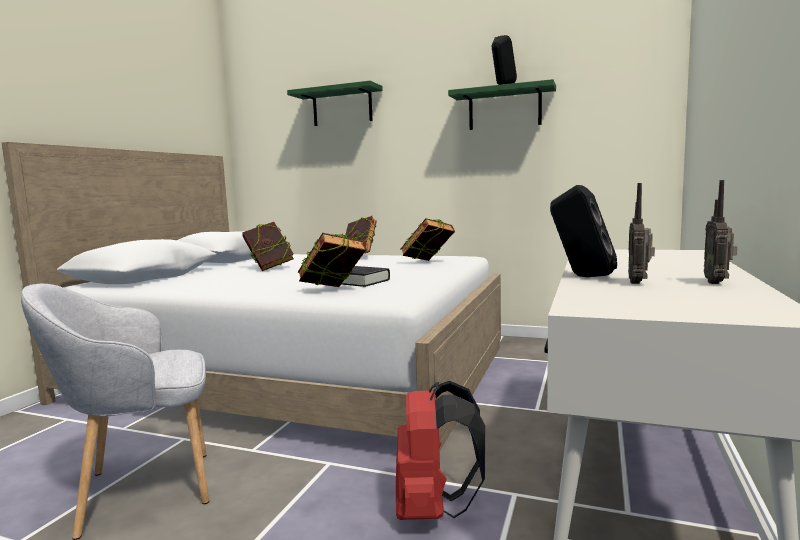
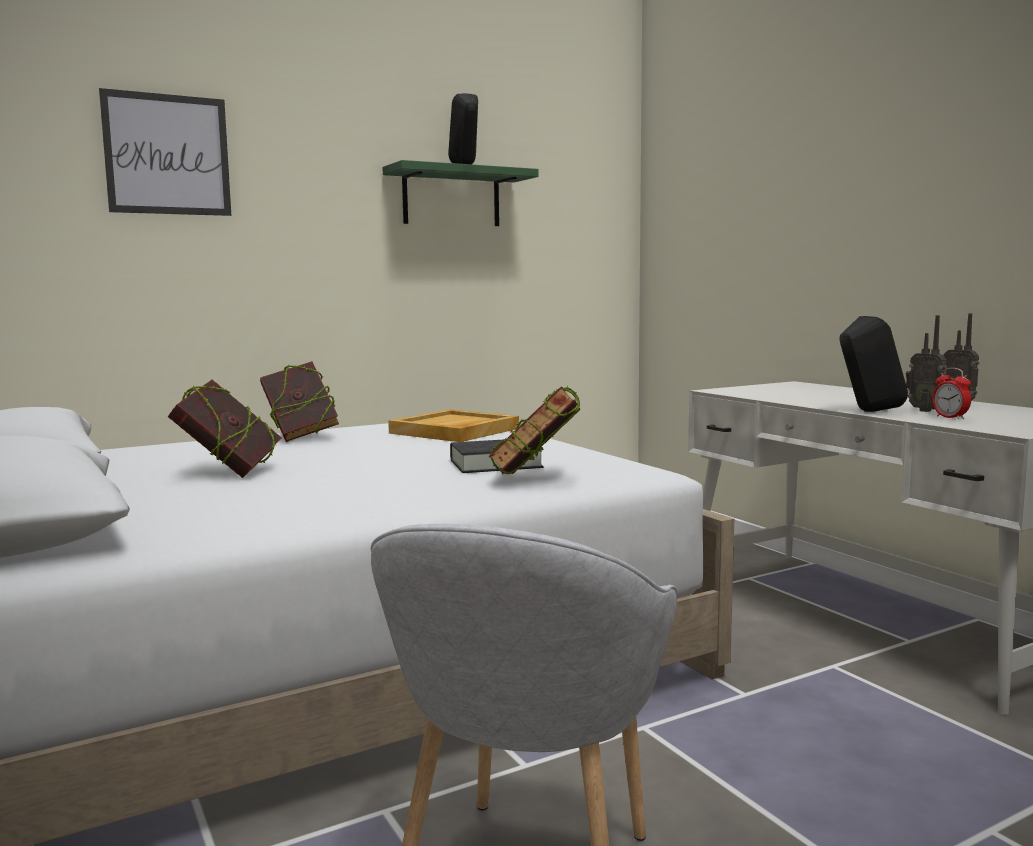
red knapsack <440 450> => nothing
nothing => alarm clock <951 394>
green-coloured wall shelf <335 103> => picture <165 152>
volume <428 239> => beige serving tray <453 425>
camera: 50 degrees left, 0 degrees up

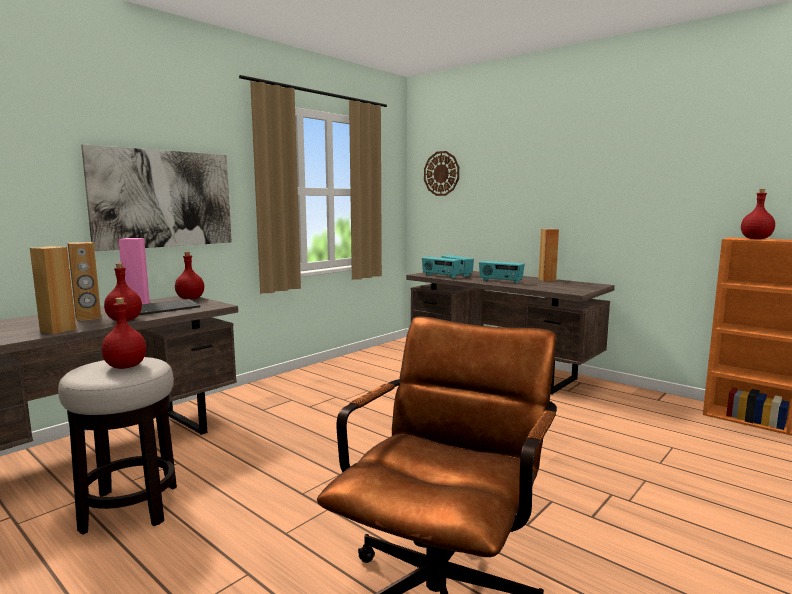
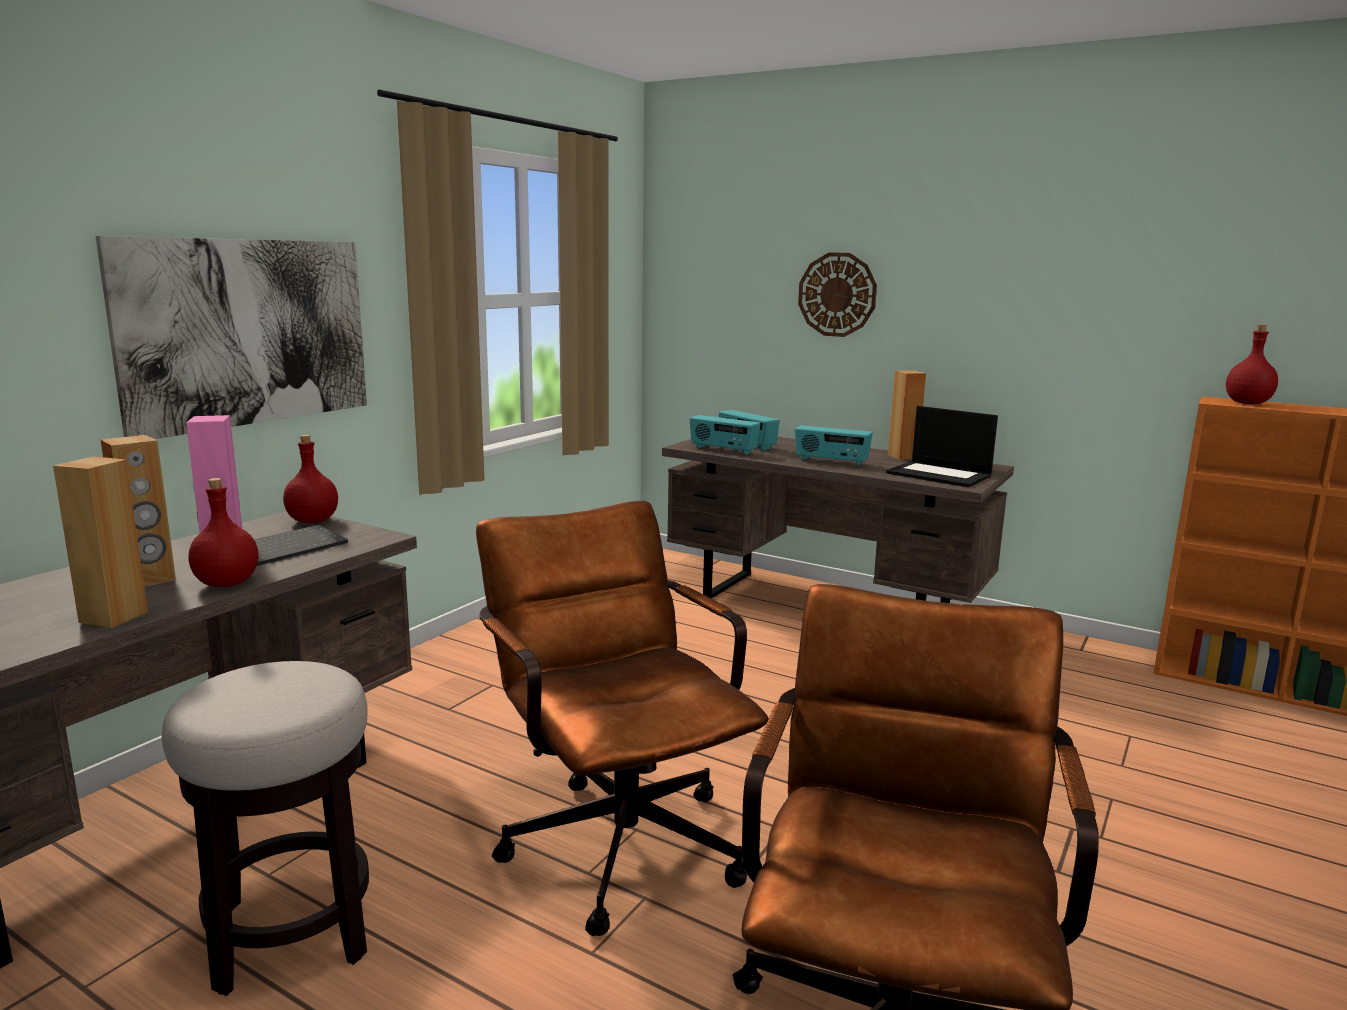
red bottle <123 333> => nothing
nothing => brown office chair <622 718>
nothing => laptop <942 446>
wall clock <441 173> => wall clock <837 294>, move
camera: 10 degrees left, 5 degrees up

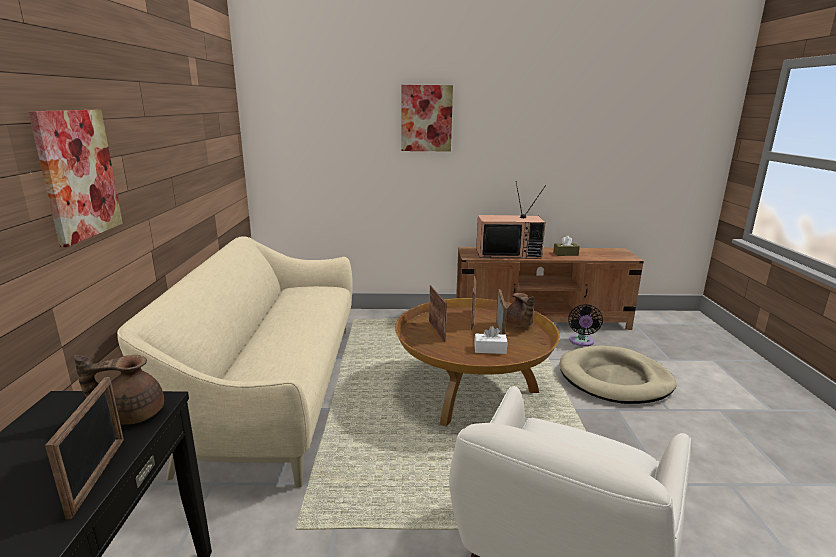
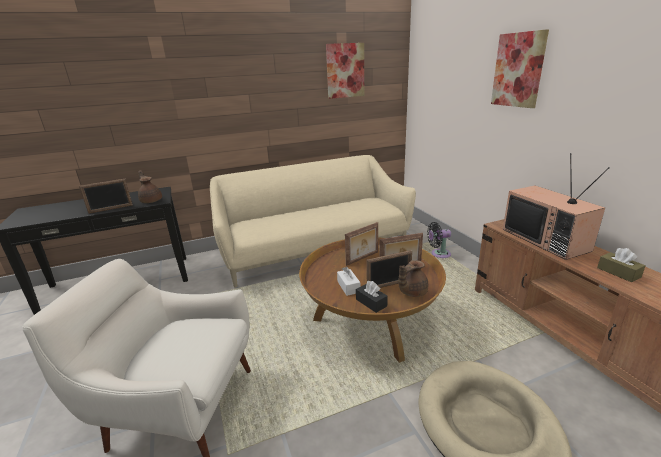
nothing => black tissue holder <372 297>
picture <75 178> => picture <345 71>, move
black fan <585 325> => black fan <439 240>, move
camera: 70 degrees right, 5 degrees up

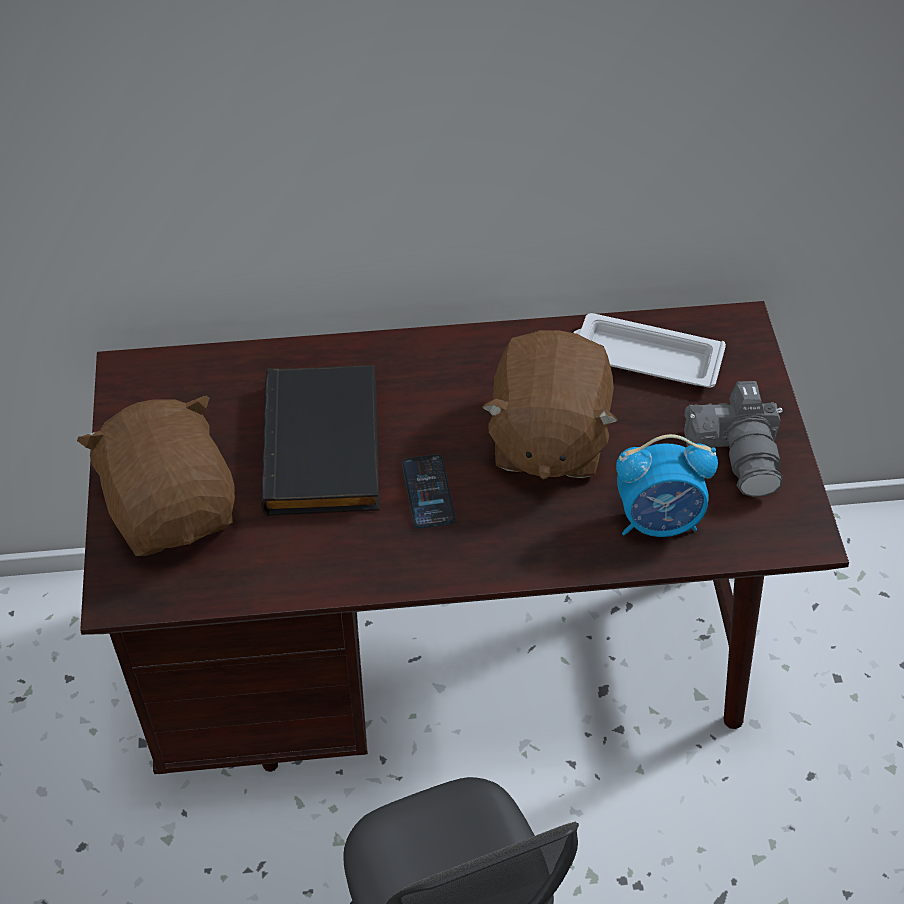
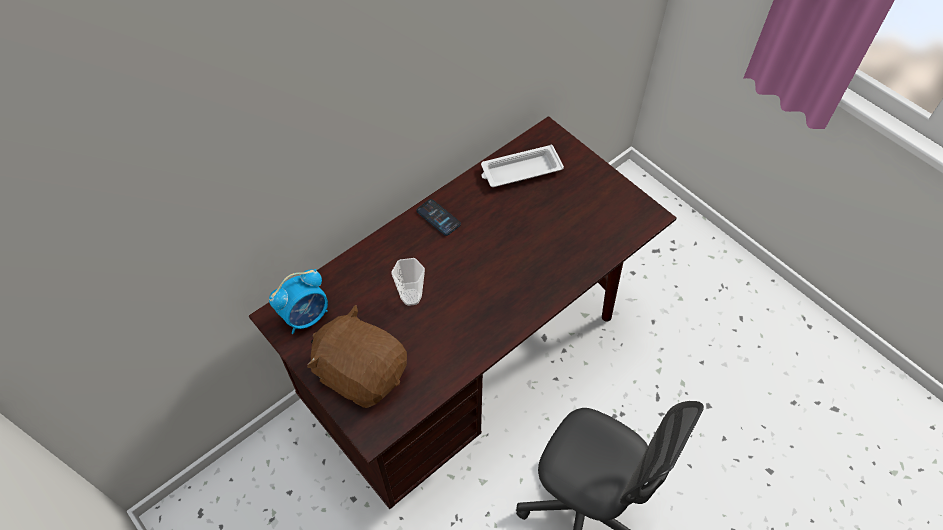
brown cuddly toy <550 404> => nothing
still camera <733 439> => nothing
phone <428 491> => phone <439 217>, move
alarm clock <667 485> => alarm clock <298 301>, move
black volume <320 440> => small cup <408 282>
camera: 35 degrees left, 5 degrees up

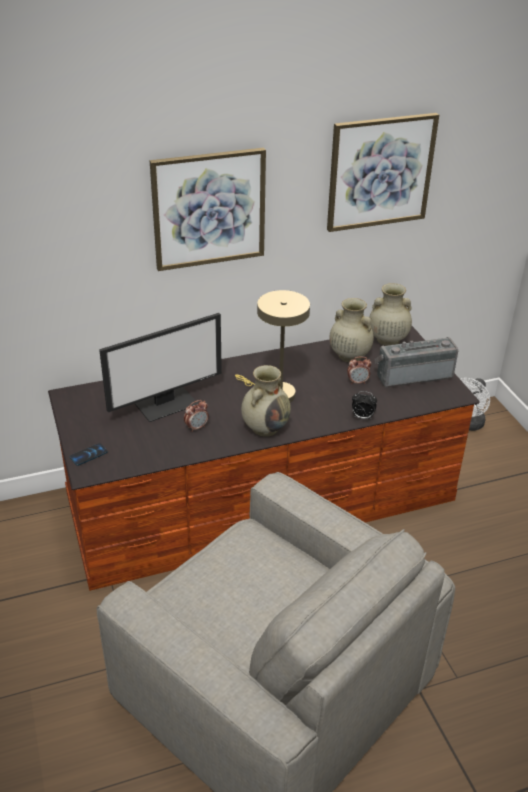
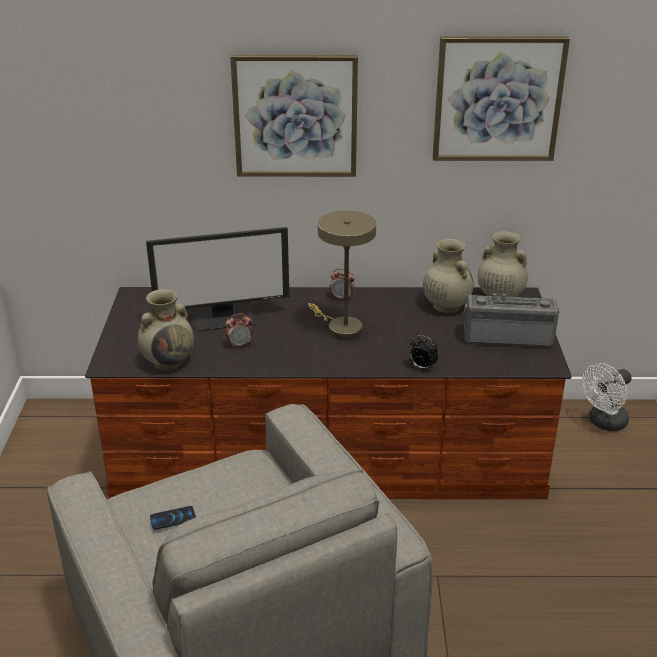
phone <89 454> => phone <173 518>, move
beige flower vase <266 401> => beige flower vase <166 329>, move
alarm clock <359 370> => alarm clock <342 284>, move
camera: 20 degrees right, 5 degrees down

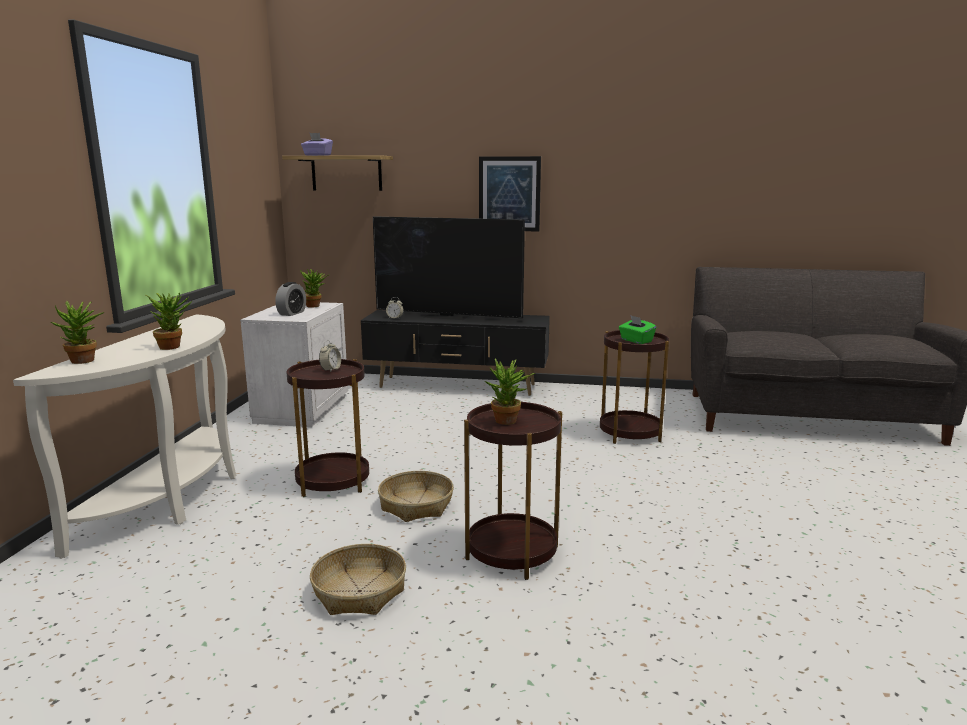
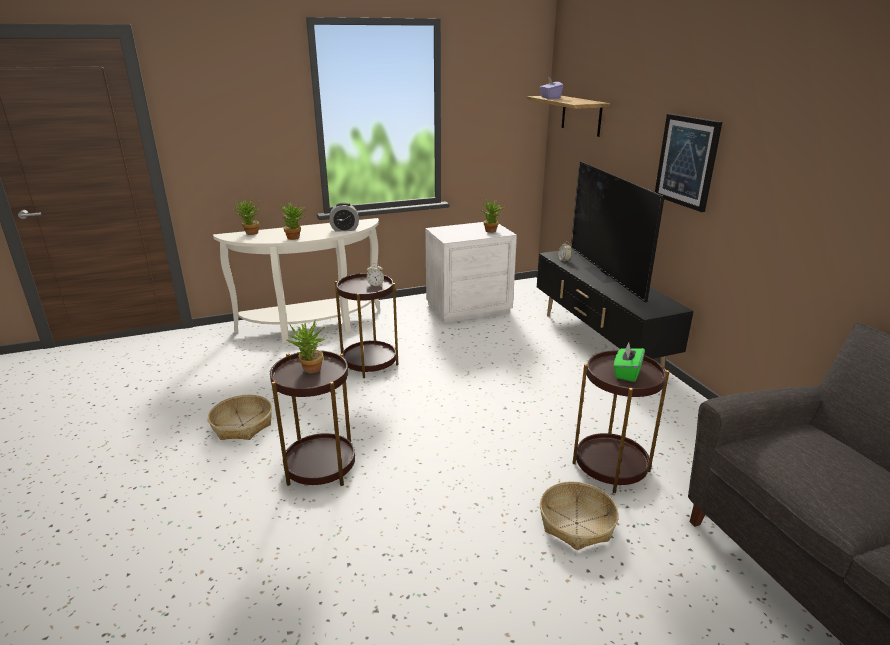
alarm clock <290 299> => alarm clock <344 217>, move
basket <416 496> => basket <579 515>, move
camera: 60 degrees right, 10 degrees up

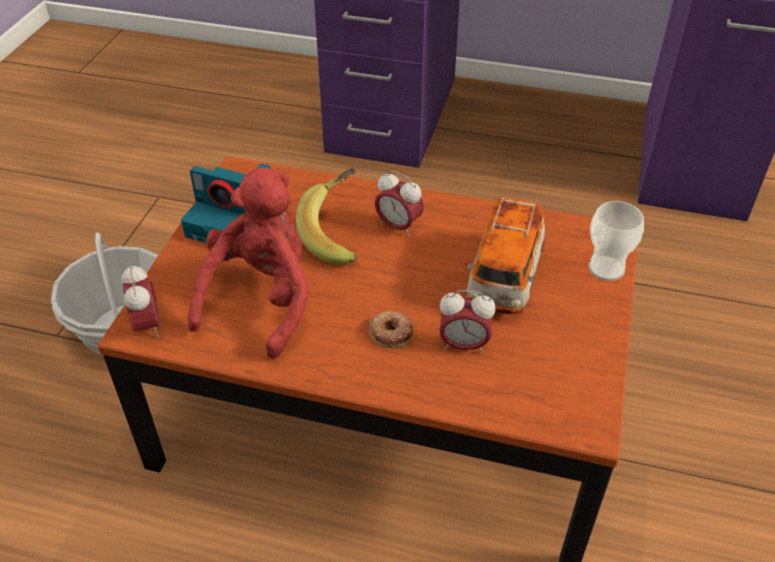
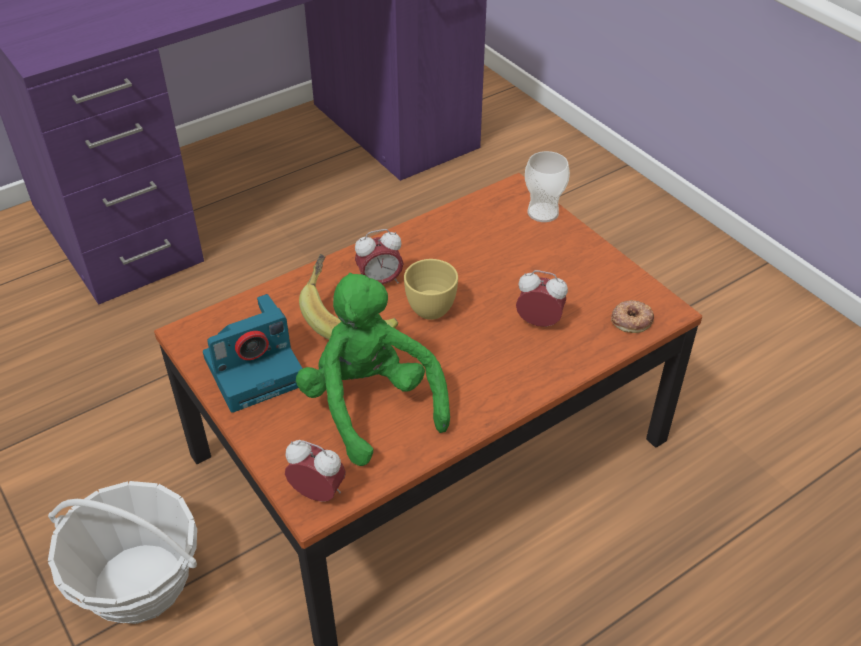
miniature car <505 255> => nothing
nothing => yellow-coloured small cup <431 289>
ring doughnut <391 329> => ring doughnut <632 316>, move
red cuddly toy <248 263> => green-coloured cuddly toy <373 369>
alarm clock <467 322> => alarm clock <542 298>, 120 degrees counterclockwise
camera: 50 degrees left, 0 degrees up

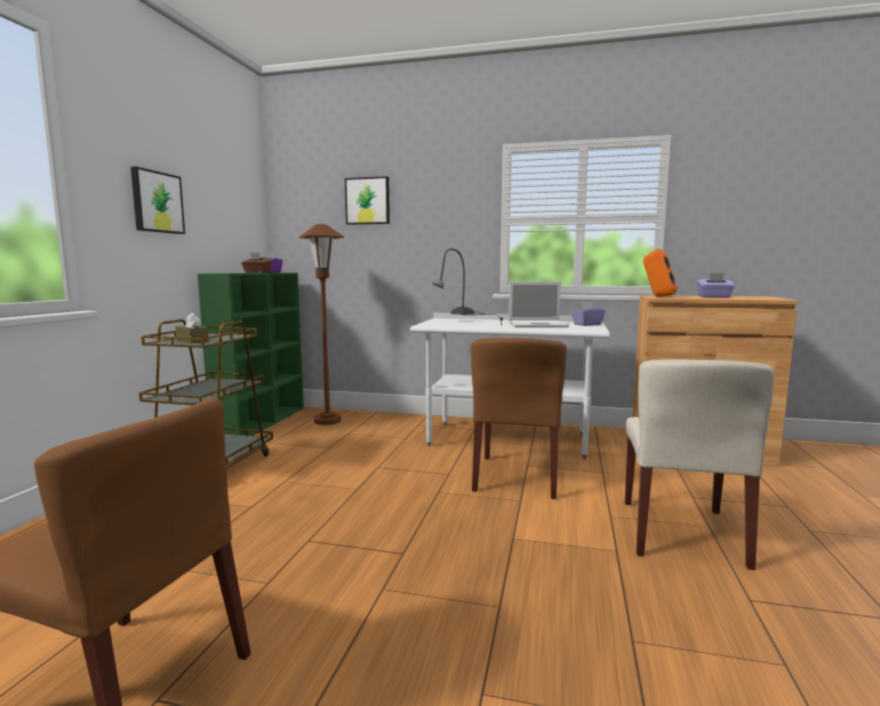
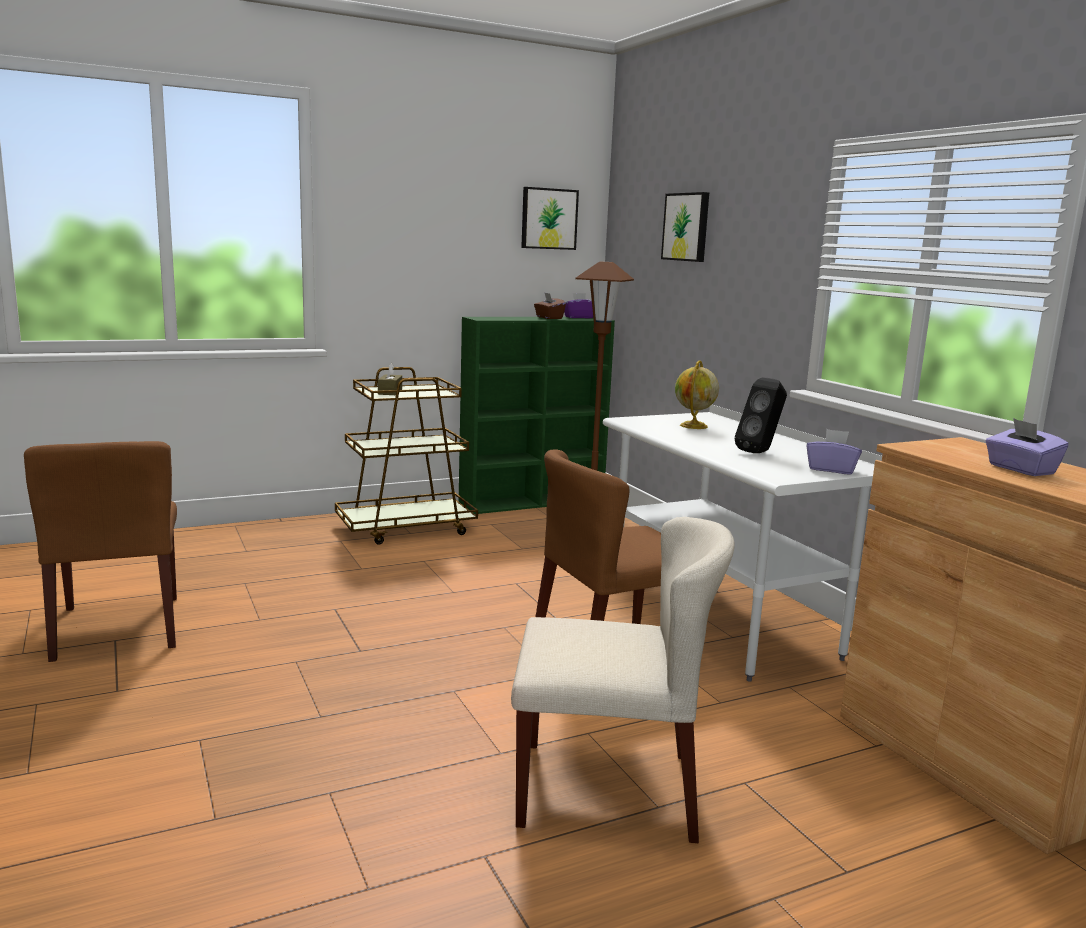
orange-coloured loudspeaker <660 273> => nothing
picture <158 200> => picture <550 218>, move
greyish lamp for a table <468 287> => desk globe <697 395>
laptop <539 304> => black loudspeaker <761 415>
beige upright chair <700 464> => beige upright chair <622 680>, 150 degrees counterclockwise
camera: 50 degrees right, 5 degrees up

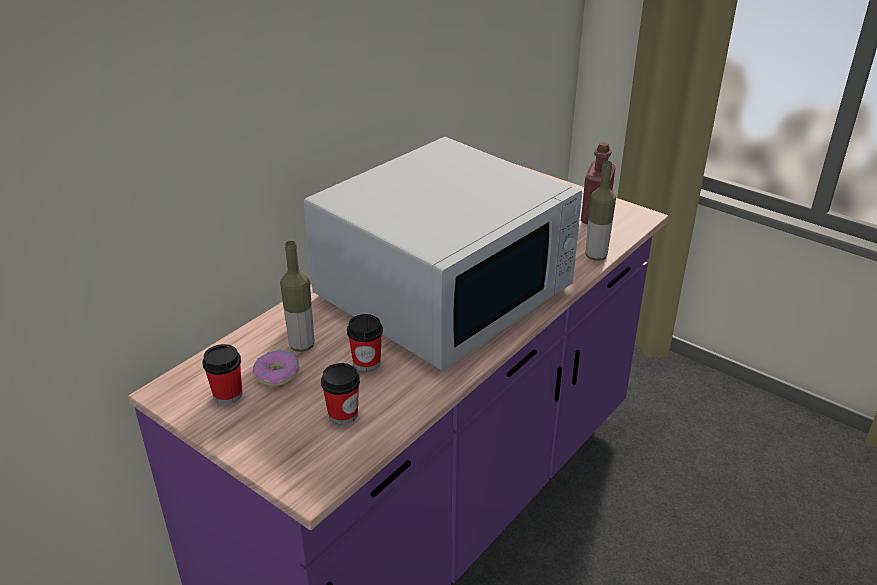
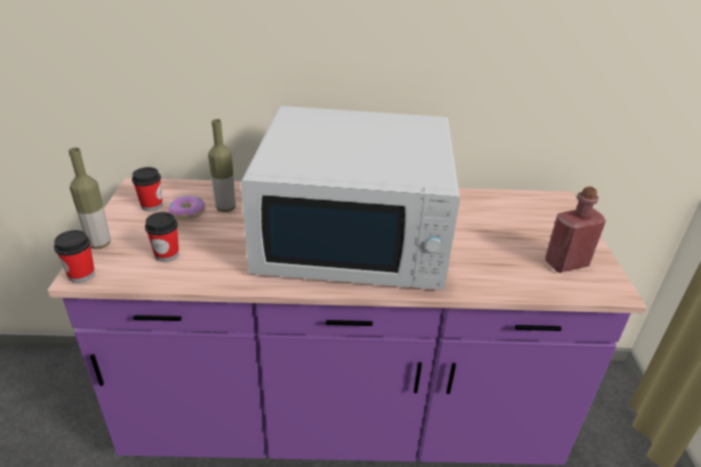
small cup <365 342> => small cup <74 256>, move
bottle <600 211> => bottle <89 198>, move
camera: 50 degrees right, 0 degrees up

